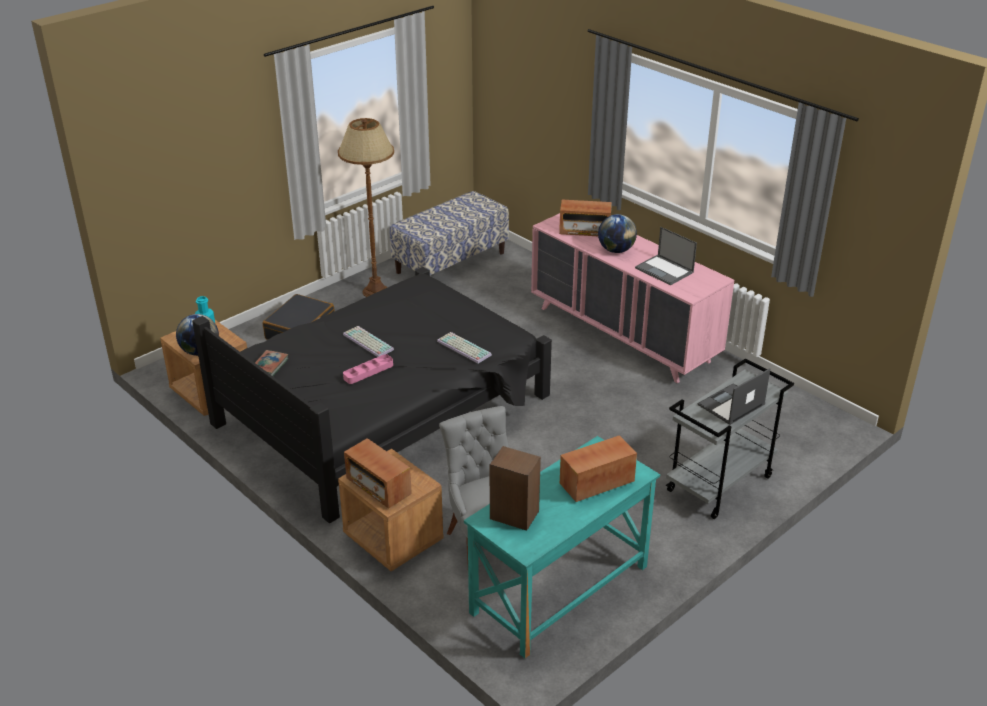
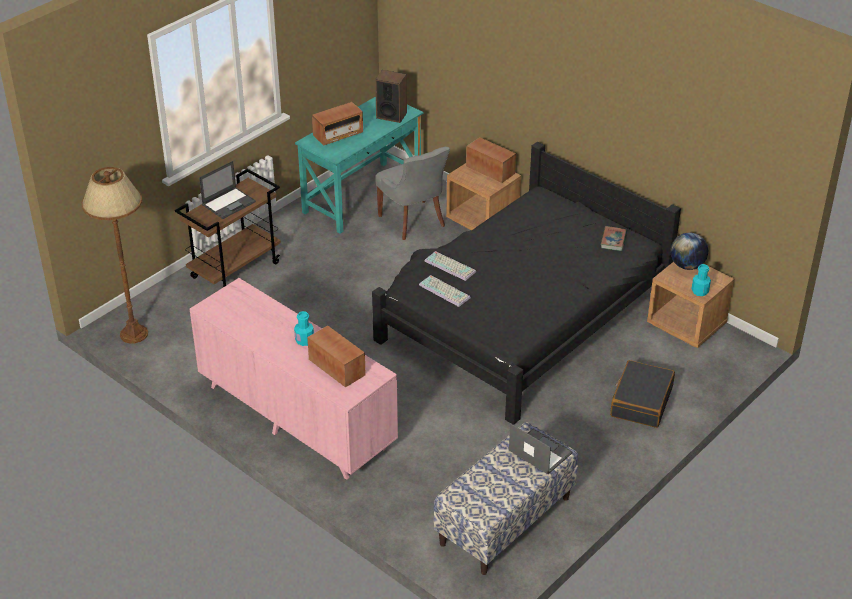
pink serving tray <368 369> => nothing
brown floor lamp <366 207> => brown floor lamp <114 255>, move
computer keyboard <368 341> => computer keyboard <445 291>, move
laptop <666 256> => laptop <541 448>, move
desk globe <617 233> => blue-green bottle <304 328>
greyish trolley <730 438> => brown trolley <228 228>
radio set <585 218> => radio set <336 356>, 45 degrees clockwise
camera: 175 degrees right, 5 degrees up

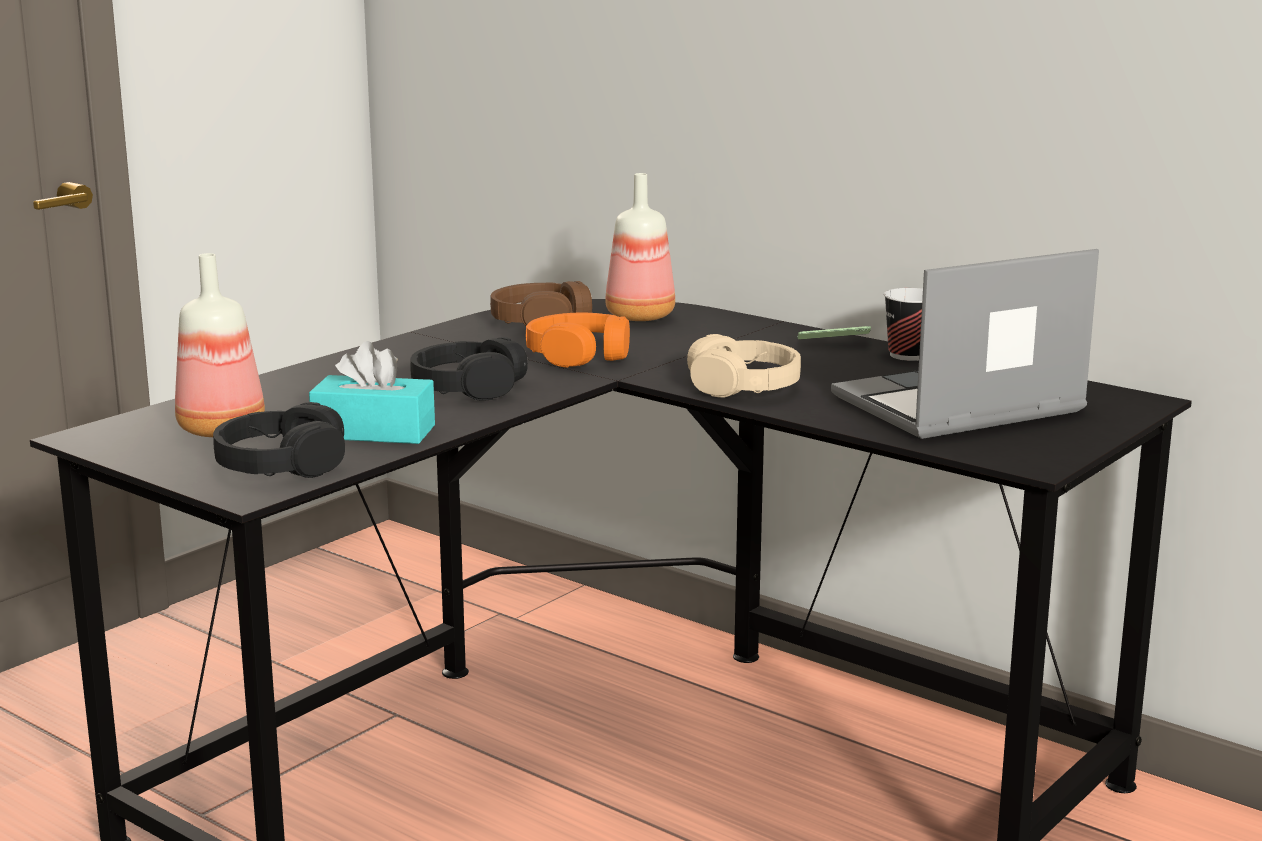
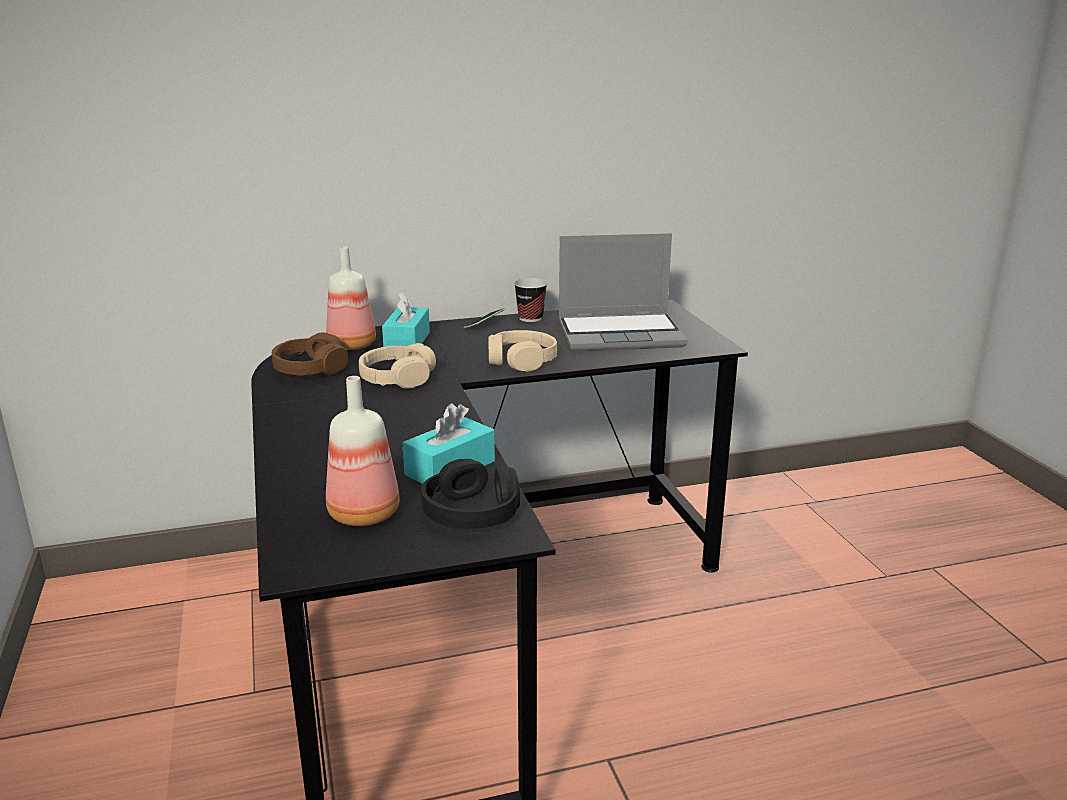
black headphones <469 369> => nothing
nothing => blue-green tissue holder <406 319>
orange-coloured headphones <578 340> => beige headphones <397 366>
laptop <965 344> => laptop <623 292>, 105 degrees counterclockwise
camera: 55 degrees left, 5 degrees up

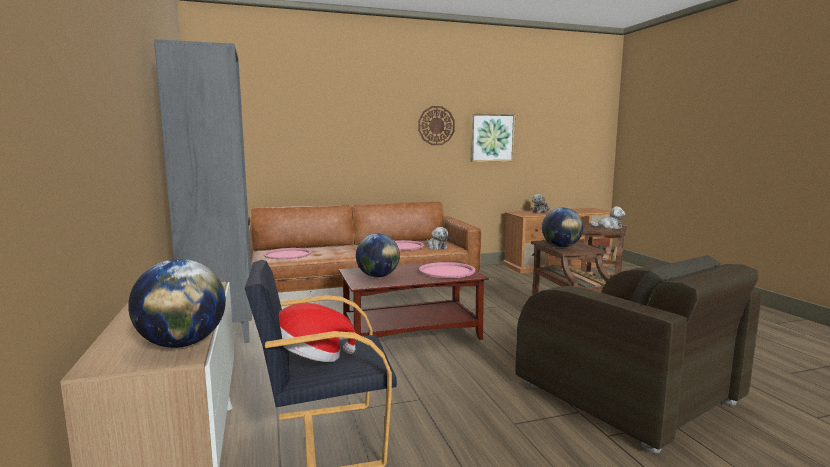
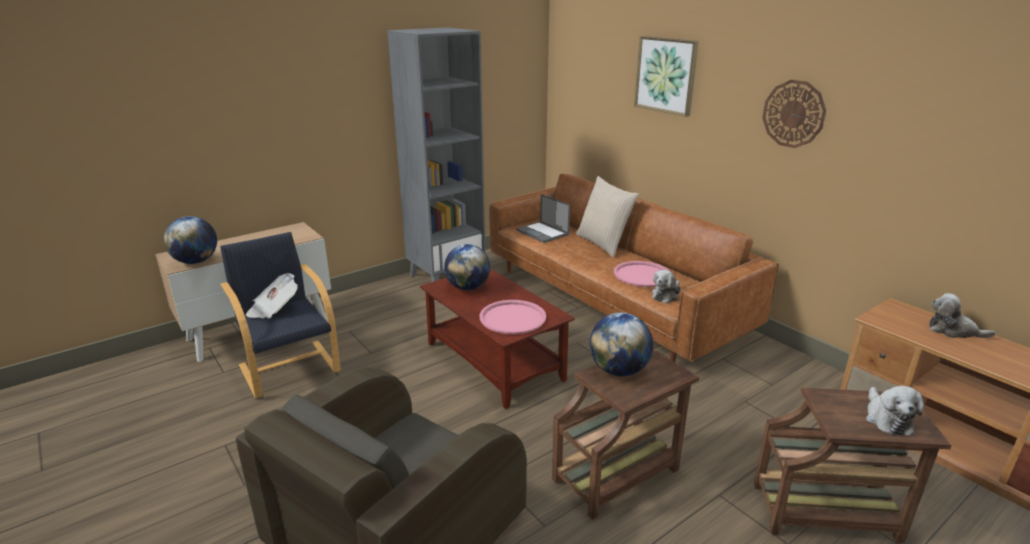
nothing => beige cushion <607 217>
picture <492 137> => picture <666 76>, move
pink serving tray <287 254> => laptop <543 218>
wearable hat <317 332> => printed paper <272 295>
camera: 70 degrees right, 15 degrees up

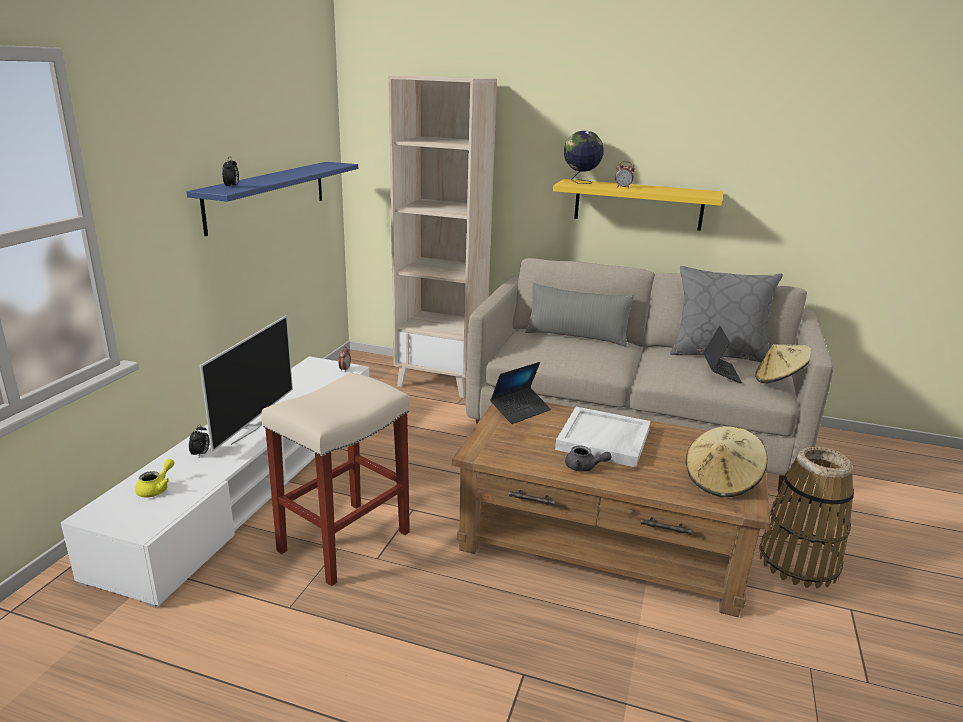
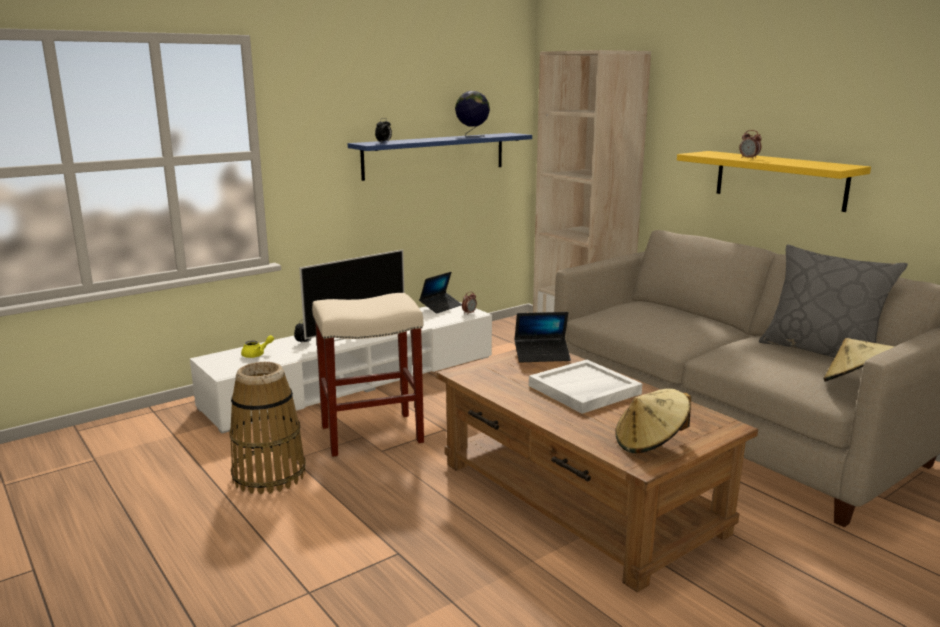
greyish cushion <579 315> => nothing
greyish tea pot <588 459> => nothing
desk globe <584 157> => desk globe <472 114>, move
laptop <722 355> => laptop <440 293>, move
basket <806 518> => basket <267 428>, move
camera: 35 degrees right, 5 degrees down

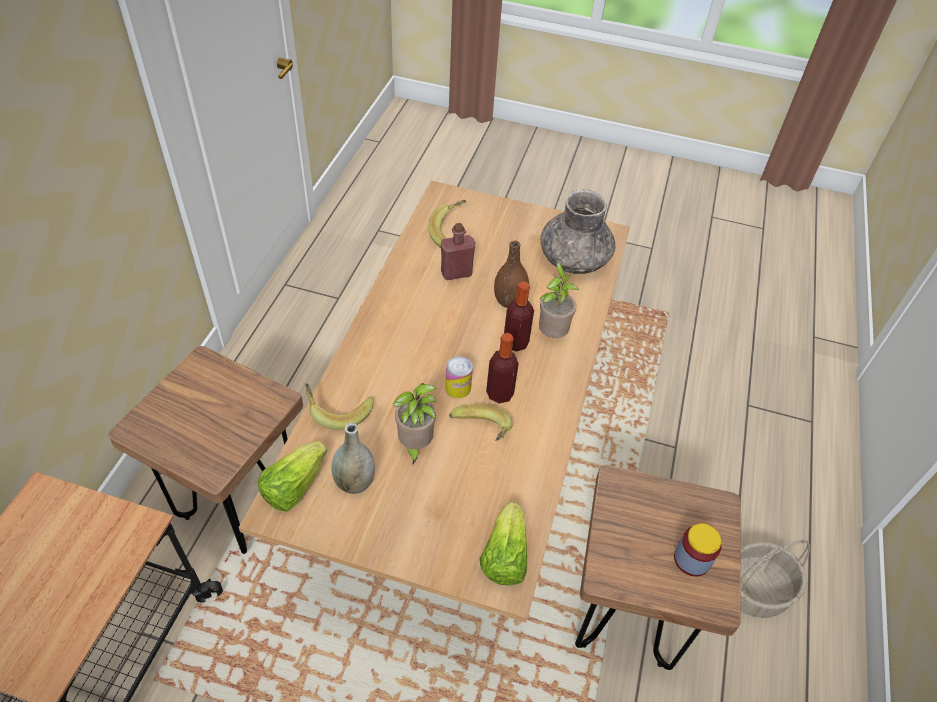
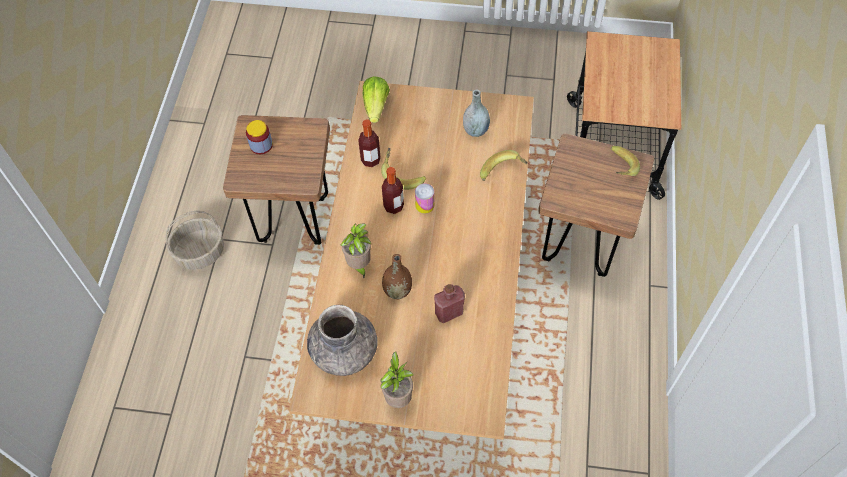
head of lettuce <292 476> => nothing
potted plant <414 424> => potted plant <397 379>, move
banana fruit <447 224> => banana fruit <625 161>, move
bottle <519 316> => bottle <369 143>, move
camera: 175 degrees right, 10 degrees up

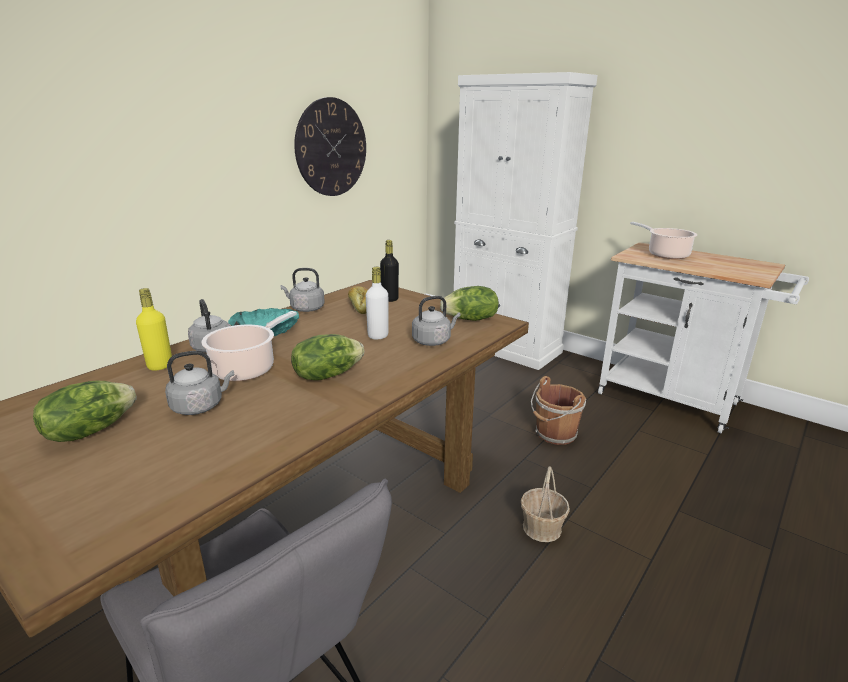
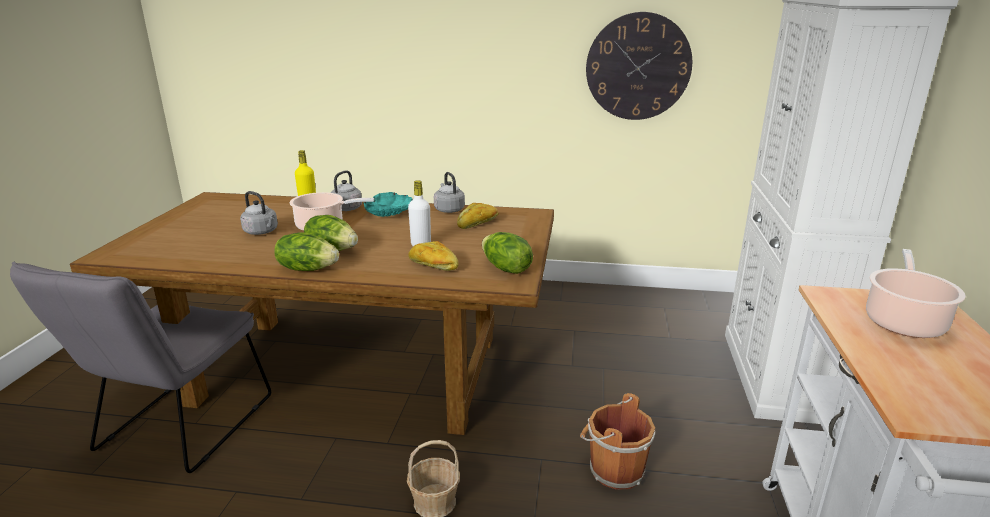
black bottle <389 271> => nothing
head of lettuce <85 411> => head of lettuce <306 252>, move
greyish kettle <436 321> => bakery bread <433 256>
camera: 60 degrees right, 0 degrees up

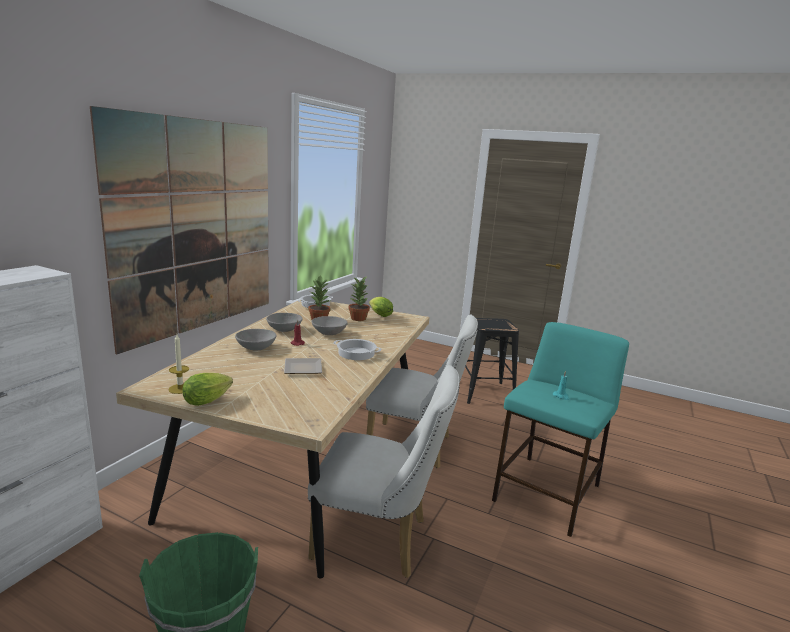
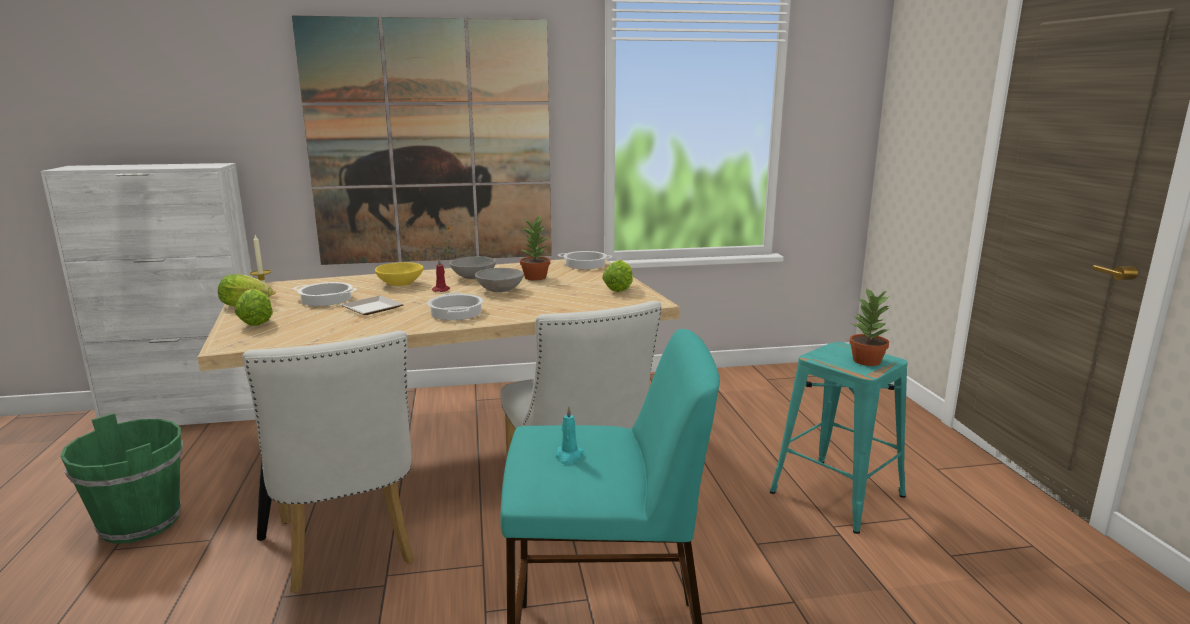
nothing => head of lettuce <254 307>
nothing => saucepot <324 294>
potted plant <359 299> => potted plant <869 326>, move
greyish serving bowl <256 340> => yellow-coloured serving bowl <399 274>
black sitting stool <492 361> => blue-green sitting stool <839 438>
camera: 55 degrees right, 0 degrees up

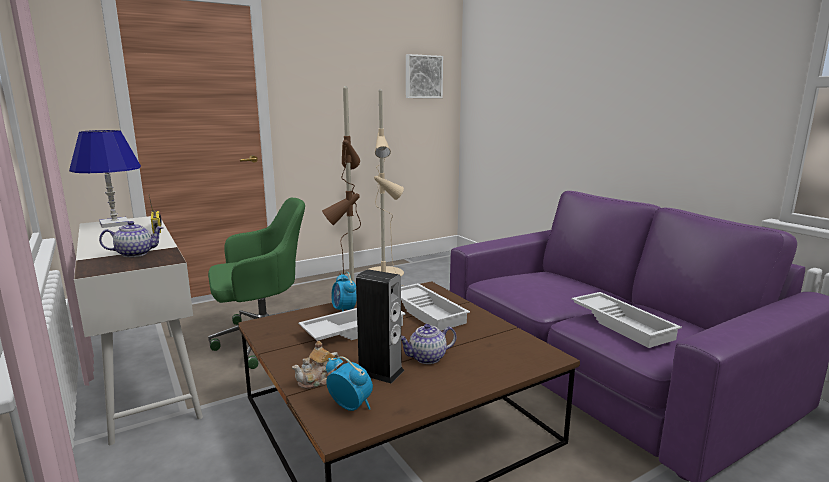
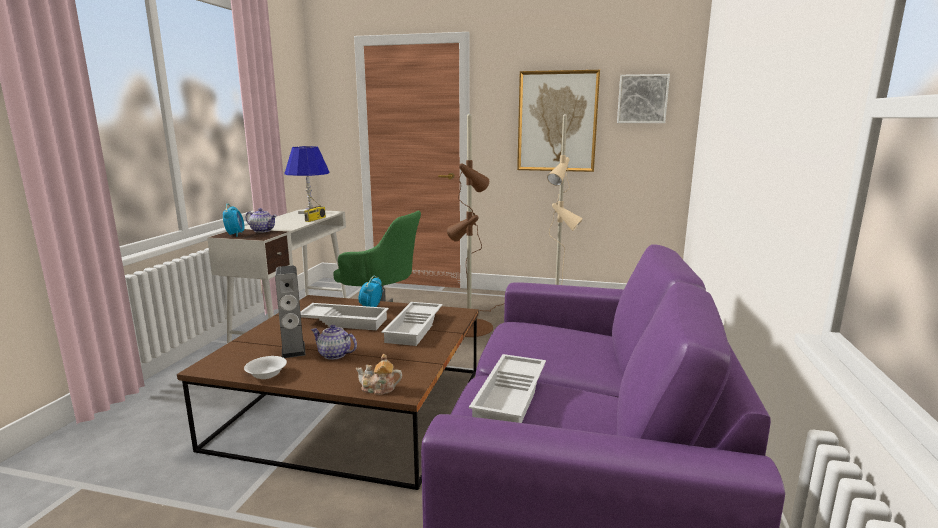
nothing => white serving bowl <265 367>
nothing => picture <558 121>
tea pot <315 365> => tea pot <379 374>, move
alarm clock <349 383> => alarm clock <234 220>, move
camera: 45 degrees right, 0 degrees up

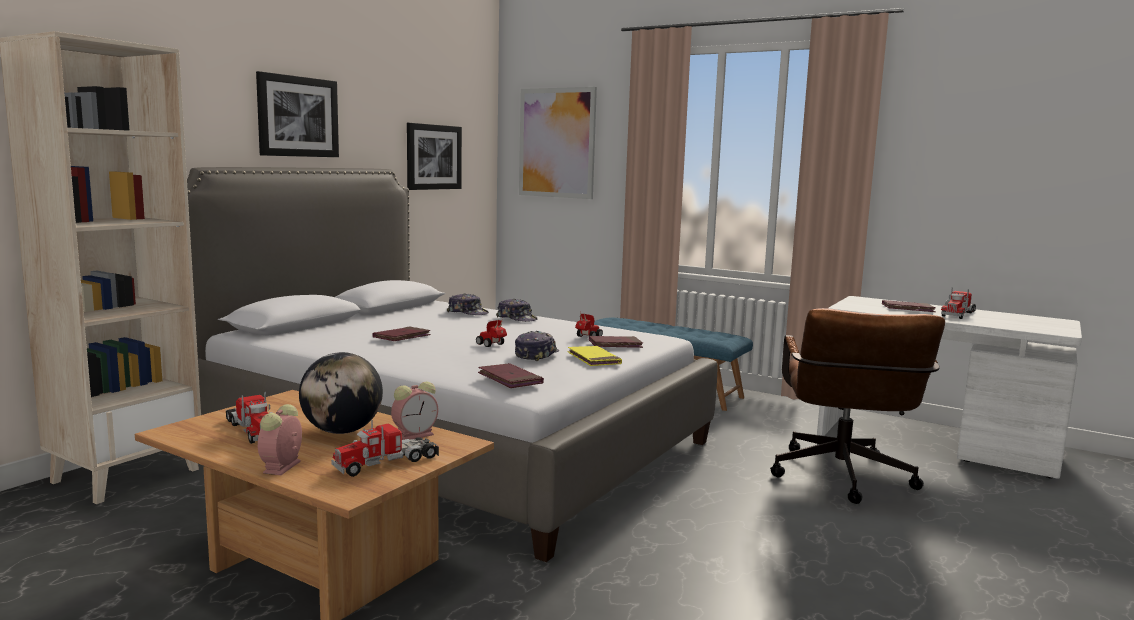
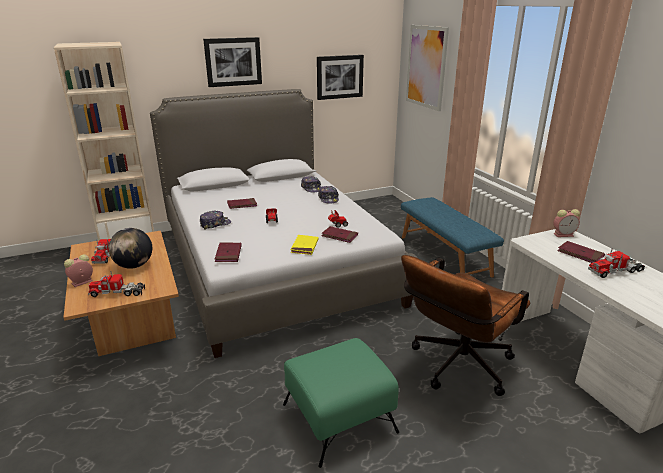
nothing => green-coloured pouffe <341 403>
alarm clock <414 410> => alarm clock <566 223>, move
baseball cap <537 346> => baseball cap <215 220>, move
camera: 35 degrees right, 15 degrees up

